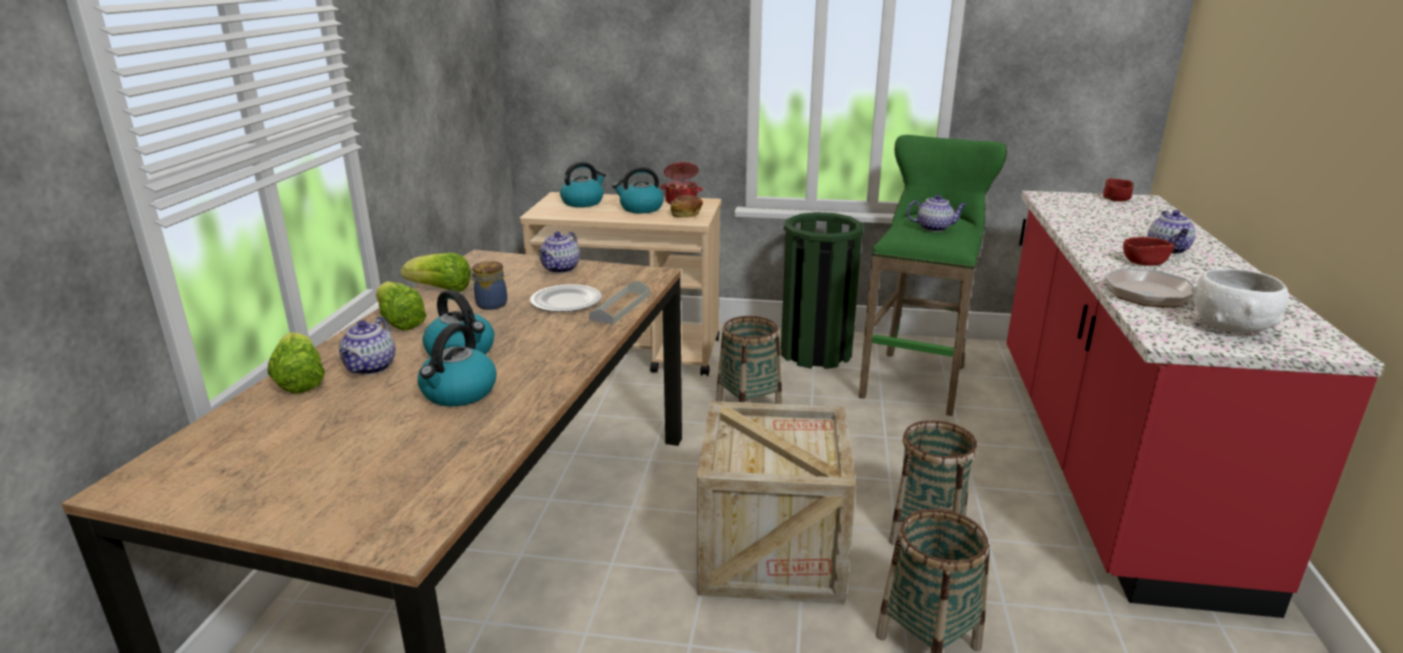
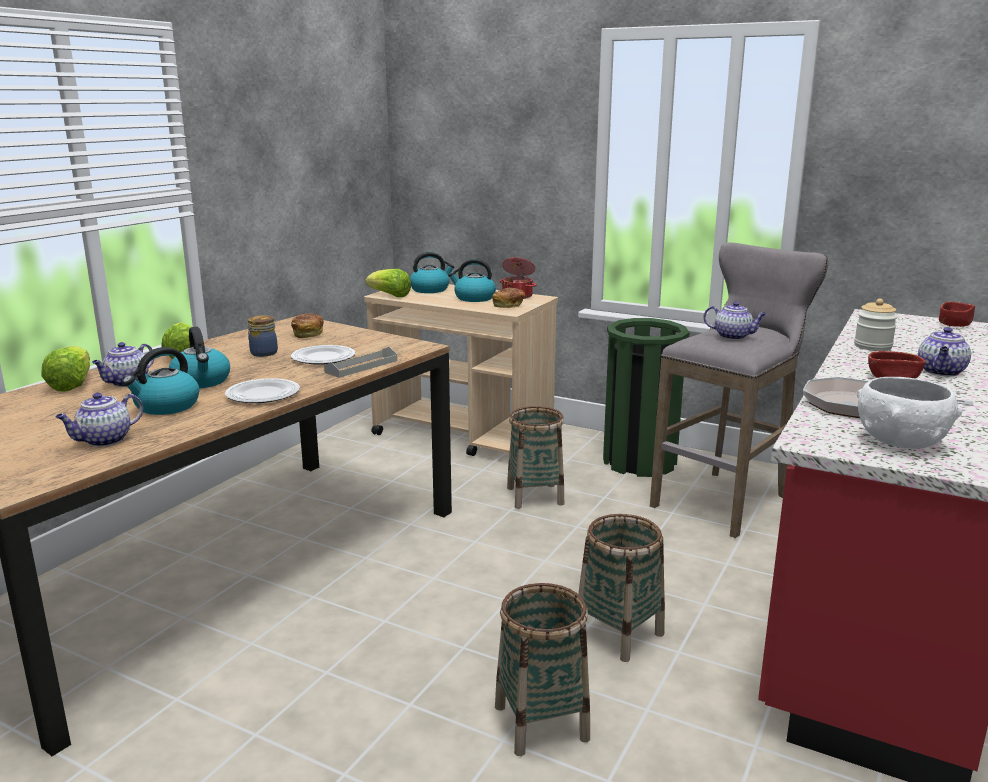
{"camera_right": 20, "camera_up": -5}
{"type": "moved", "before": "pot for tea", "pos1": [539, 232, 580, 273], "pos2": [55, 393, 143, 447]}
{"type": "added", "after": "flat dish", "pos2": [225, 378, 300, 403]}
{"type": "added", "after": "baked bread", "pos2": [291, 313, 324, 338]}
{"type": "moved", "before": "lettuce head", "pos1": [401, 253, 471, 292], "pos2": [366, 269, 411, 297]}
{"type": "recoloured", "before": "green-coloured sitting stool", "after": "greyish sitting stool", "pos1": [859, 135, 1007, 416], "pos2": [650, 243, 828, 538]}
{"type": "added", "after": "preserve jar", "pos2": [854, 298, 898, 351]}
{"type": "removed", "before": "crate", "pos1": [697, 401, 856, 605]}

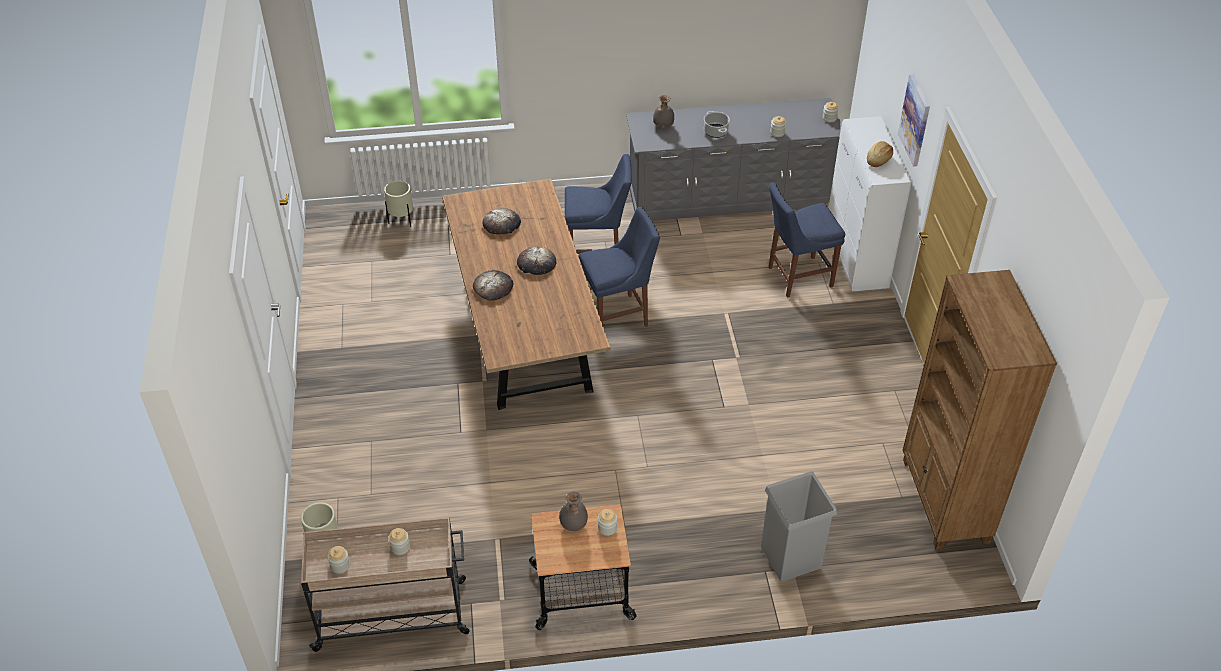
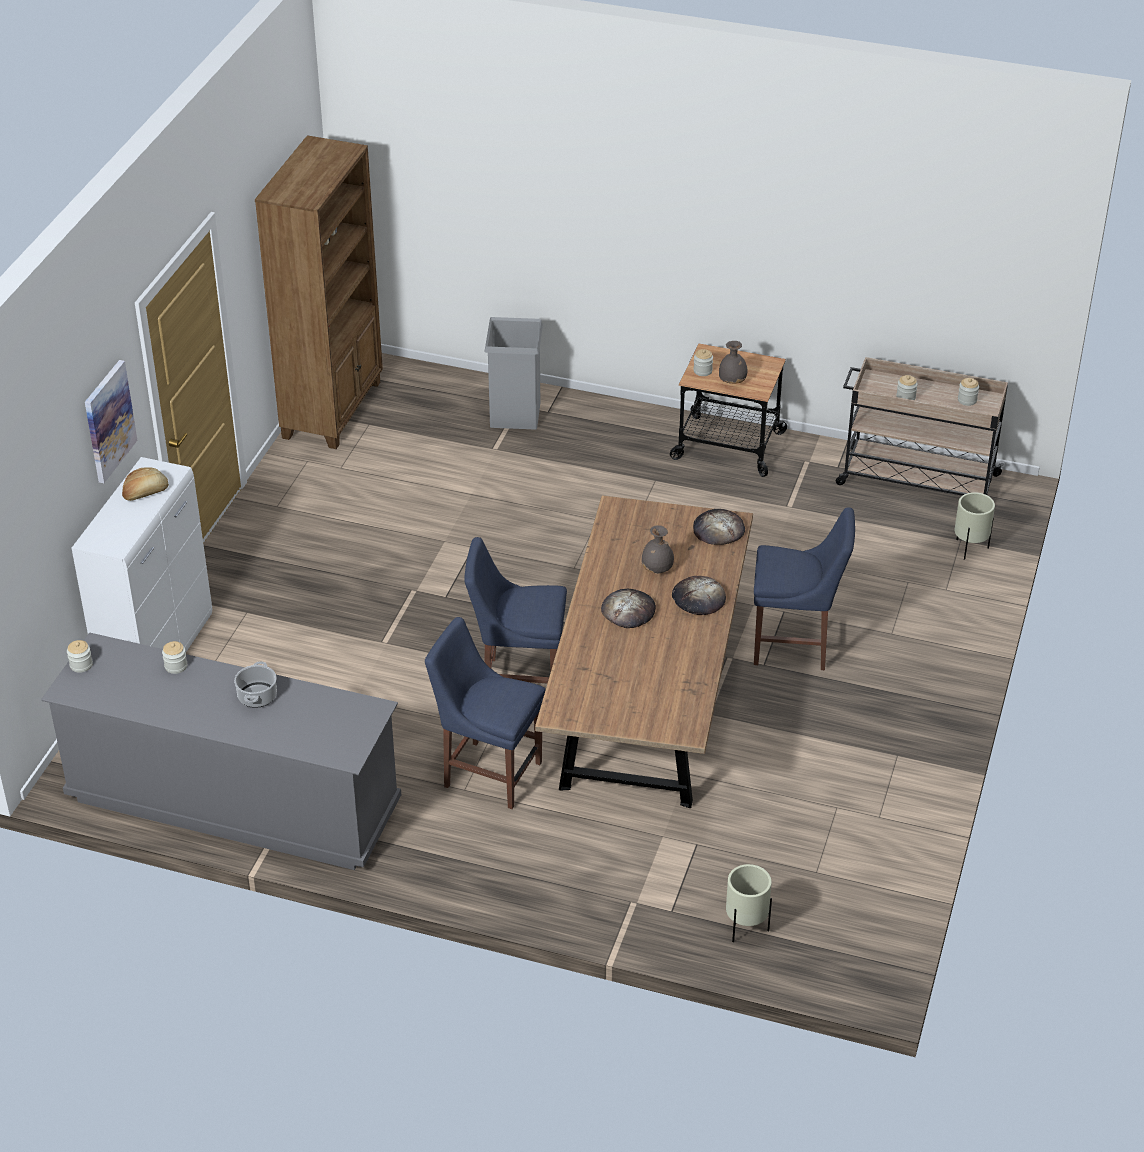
{"camera_right": -155, "camera_up": -5}
{"type": "moved", "before": "greyish decorative vase", "pos1": [653, 95, 674, 127], "pos2": [641, 525, 674, 574]}
{"type": "moved", "before": "baked bread", "pos1": [482, 208, 521, 234], "pos2": [693, 509, 745, 545]}
{"type": "moved", "before": "blue-coloured upright chair", "pos1": [769, 182, 845, 298], "pos2": [754, 507, 855, 670]}

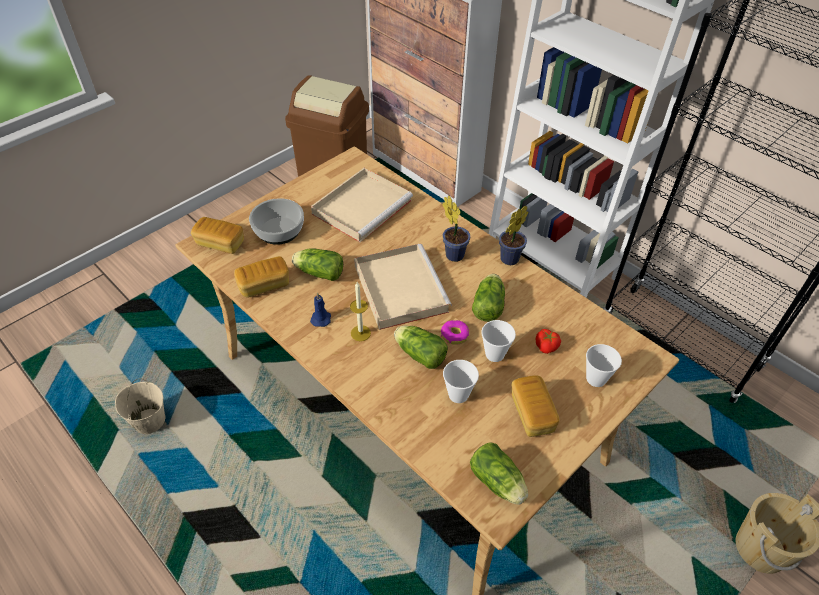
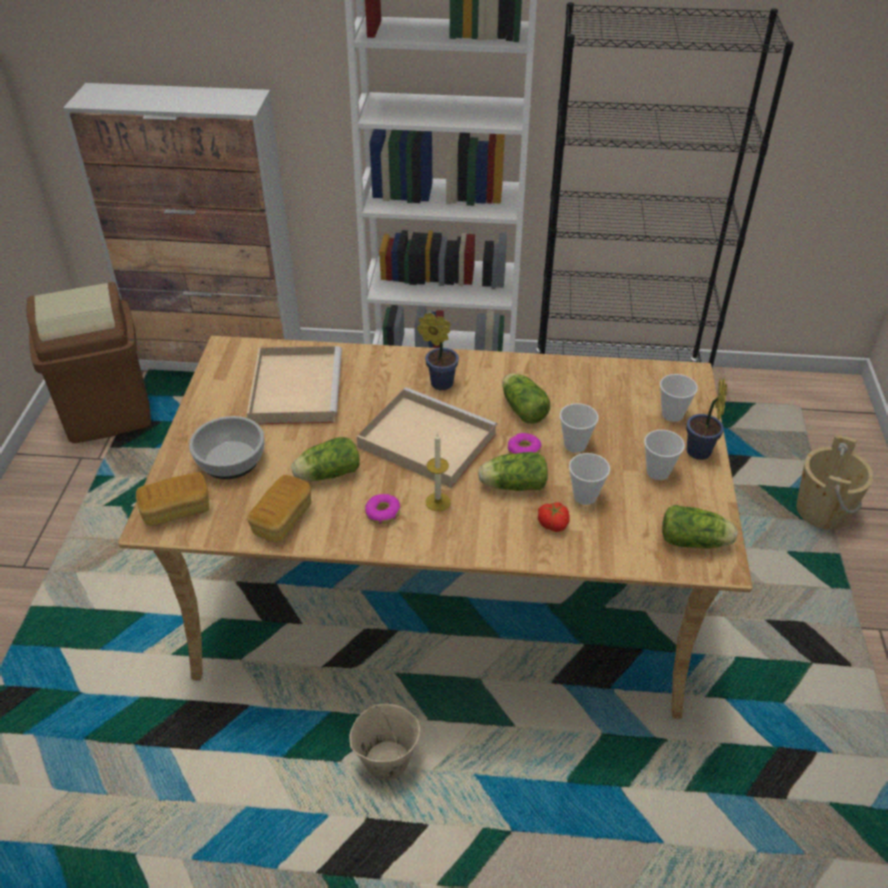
{"camera_right": -40, "camera_up": -5}
{"type": "moved", "before": "sand-coloured bucket", "pos1": [115, 378, 165, 434], "pos2": [350, 703, 420, 780]}
{"type": "replaced", "before": "blue-coloured wax candle", "after": "donut", "pos1": [310, 293, 331, 327], "pos2": [365, 494, 400, 524]}
{"type": "moved", "before": "tomato", "pos1": [536, 329, 561, 354], "pos2": [538, 502, 570, 532]}
{"type": "replaced", "before": "baked bread", "after": "small cup", "pos1": [512, 375, 560, 437], "pos2": [644, 430, 685, 480]}
{"type": "moved", "before": "plant in a pot", "pos1": [499, 206, 528, 265], "pos2": [686, 378, 727, 460]}

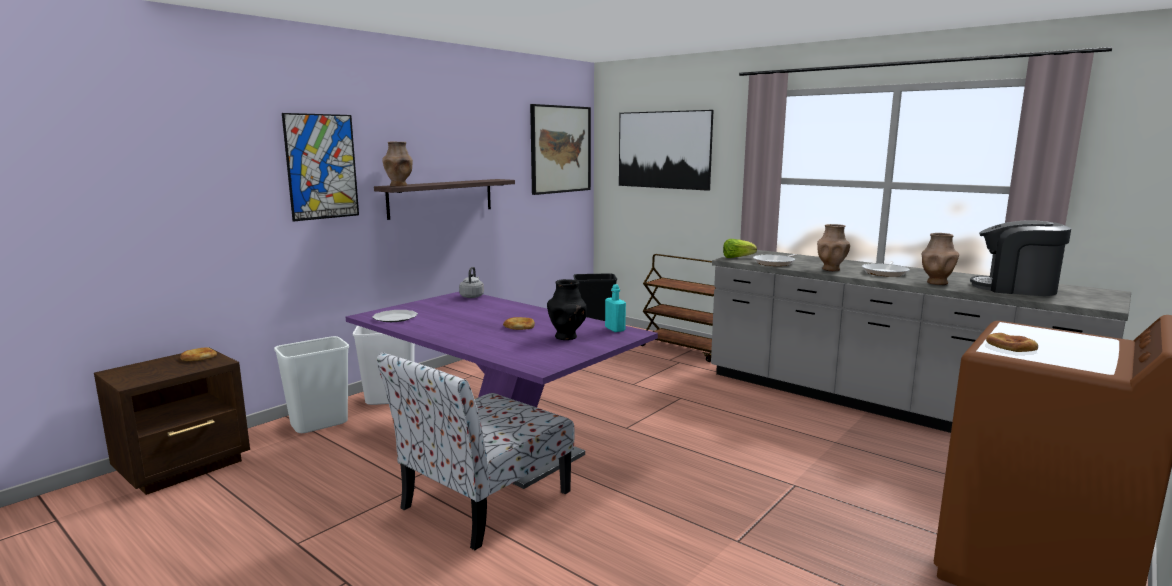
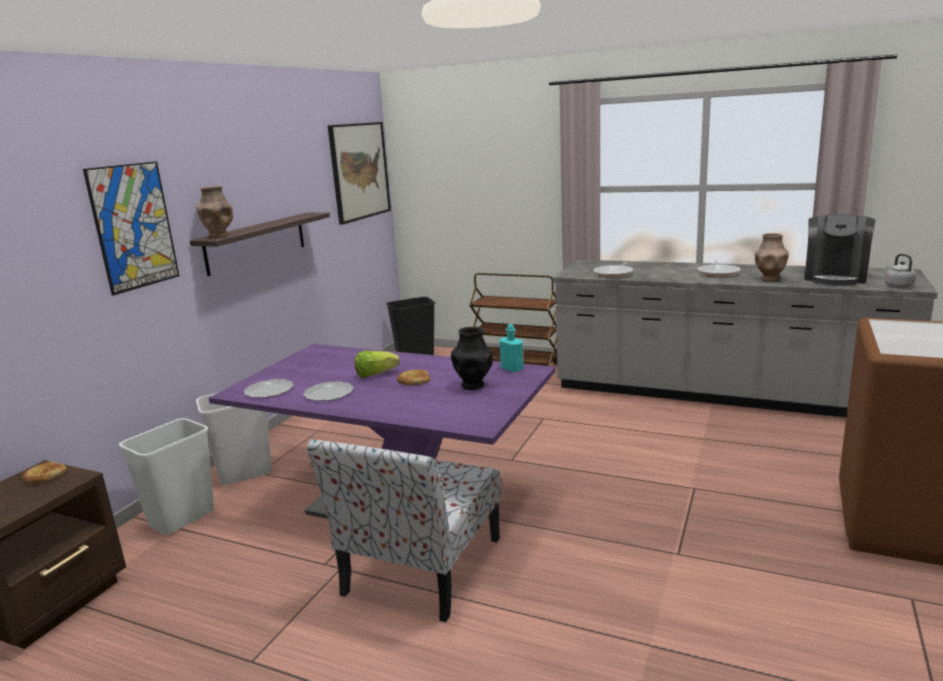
{"camera_right": -15, "camera_up": 5}
{"type": "added", "after": "flat dish", "pos2": [303, 381, 354, 401]}
{"type": "moved", "before": "lettuce head", "pos1": [723, 239, 757, 258], "pos2": [355, 351, 400, 378]}
{"type": "turned", "before": "coffee machine", "pos1": [970, 220, 1071, 296], "pos2": [805, 214, 876, 286], "turn": -75}
{"type": "moved", "before": "greyish water kettle", "pos1": [459, 267, 484, 298], "pos2": [885, 254, 916, 288]}
{"type": "removed", "before": "wall picture", "pos1": [619, 110, 713, 191]}
{"type": "removed", "before": "brown-coloured decorative vase", "pos1": [817, 224, 850, 271]}
{"type": "removed", "before": "baked bread", "pos1": [986, 333, 1038, 352]}

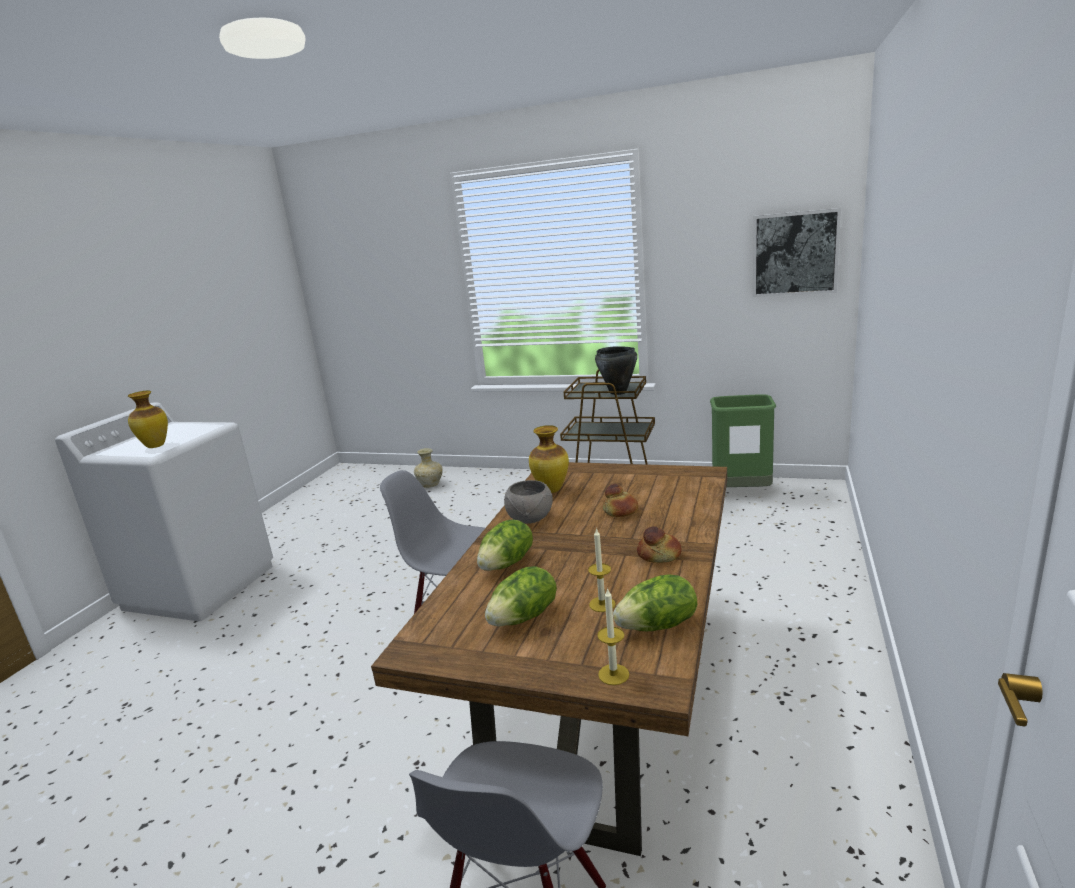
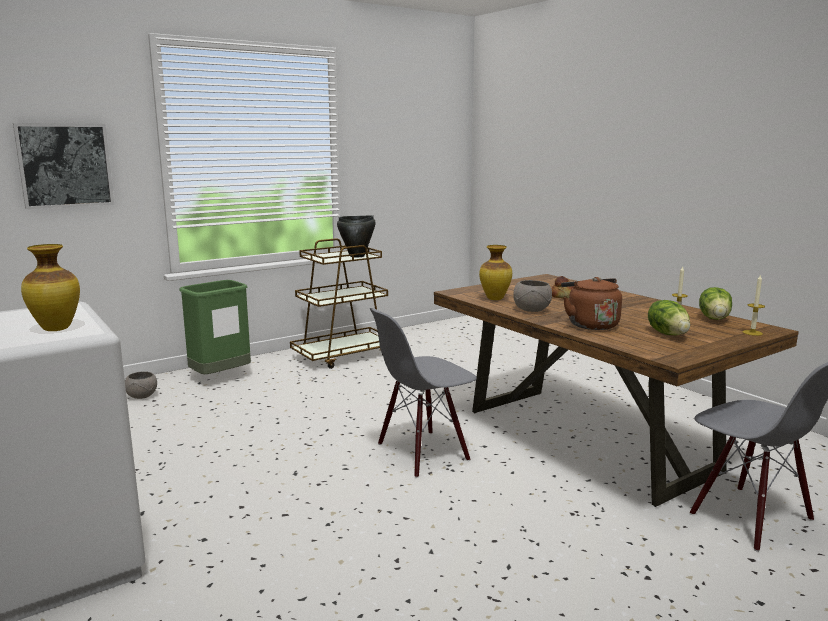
{"camera_right": -55, "camera_up": -5}
{"type": "moved", "before": "wall picture", "pos1": [753, 208, 841, 297], "pos2": [13, 123, 115, 209]}
{"type": "replaced", "before": "sand-coloured decorative vase", "after": "greyish serving bowl", "pos1": [414, 448, 443, 488], "pos2": [125, 371, 157, 399]}
{"type": "moved", "before": "green-coloured waste bin", "pos1": [710, 394, 776, 487], "pos2": [179, 280, 251, 374]}
{"type": "replaced", "before": "lettuce head", "after": "brown-coloured water kettle", "pos1": [477, 519, 533, 571], "pos2": [561, 277, 622, 330]}
{"type": "removed", "before": "baked bread", "pos1": [637, 526, 682, 563]}

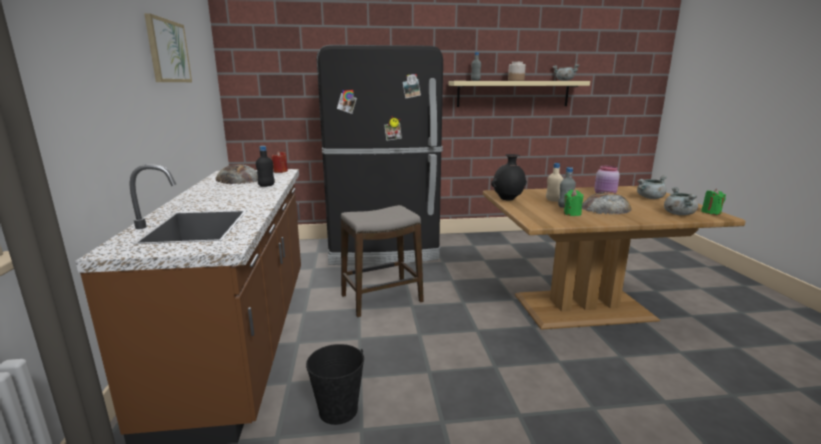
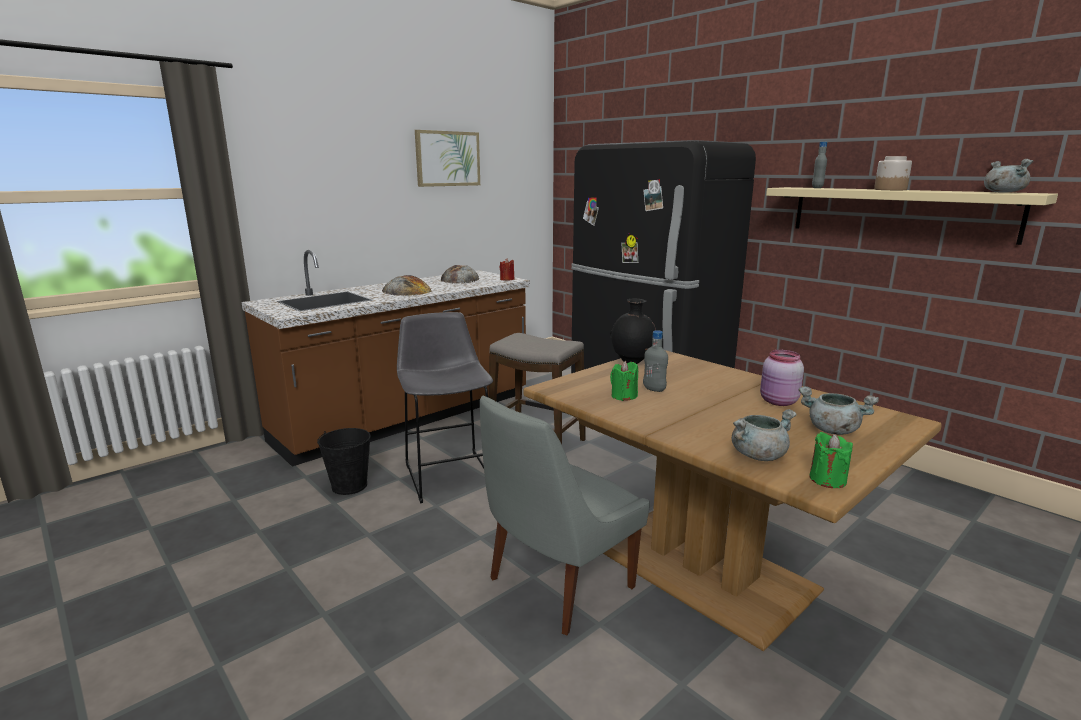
{"camera_right": 55, "camera_up": 0}
{"type": "moved", "before": "baked bread", "pos1": [582, 191, 632, 214], "pos2": [382, 275, 431, 296]}
{"type": "added", "after": "greyish sitting stool", "pos2": [397, 312, 493, 503]}
{"type": "added", "after": "greyish upright chair", "pos2": [480, 395, 650, 635]}
{"type": "removed", "before": "black drink bottle", "pos1": [256, 146, 275, 187]}
{"type": "removed", "before": "sand-coloured drink bottle", "pos1": [546, 163, 563, 202]}

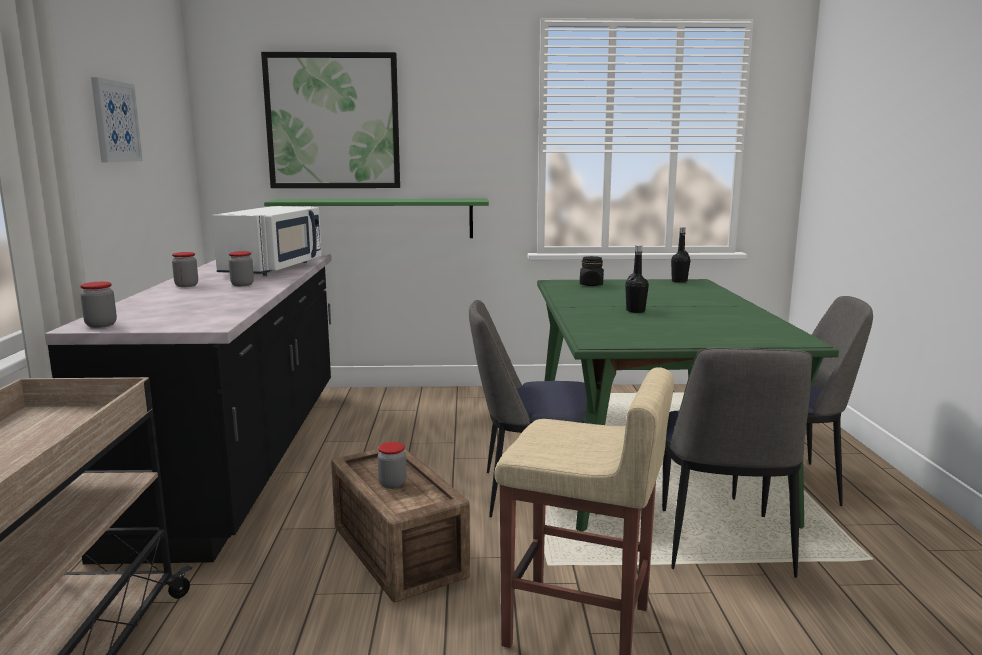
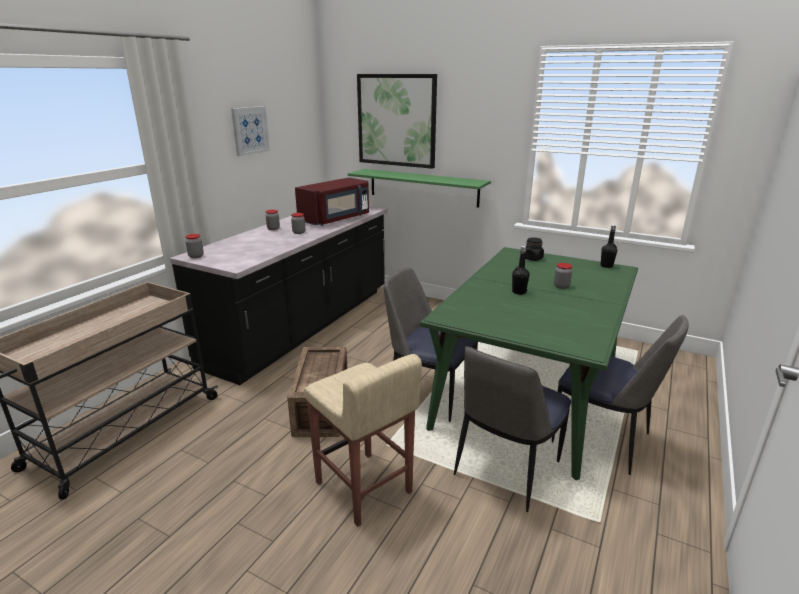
{"camera_right": 30, "camera_up": 10}
{"type": "recoloured", "before": "white-coloured microwave oven", "after": "red-coloured microwave oven", "pos1": [212, 206, 322, 276], "pos2": [295, 177, 369, 226]}
{"type": "moved", "before": "preserve jar", "pos1": [378, 442, 407, 489], "pos2": [554, 263, 572, 289]}

